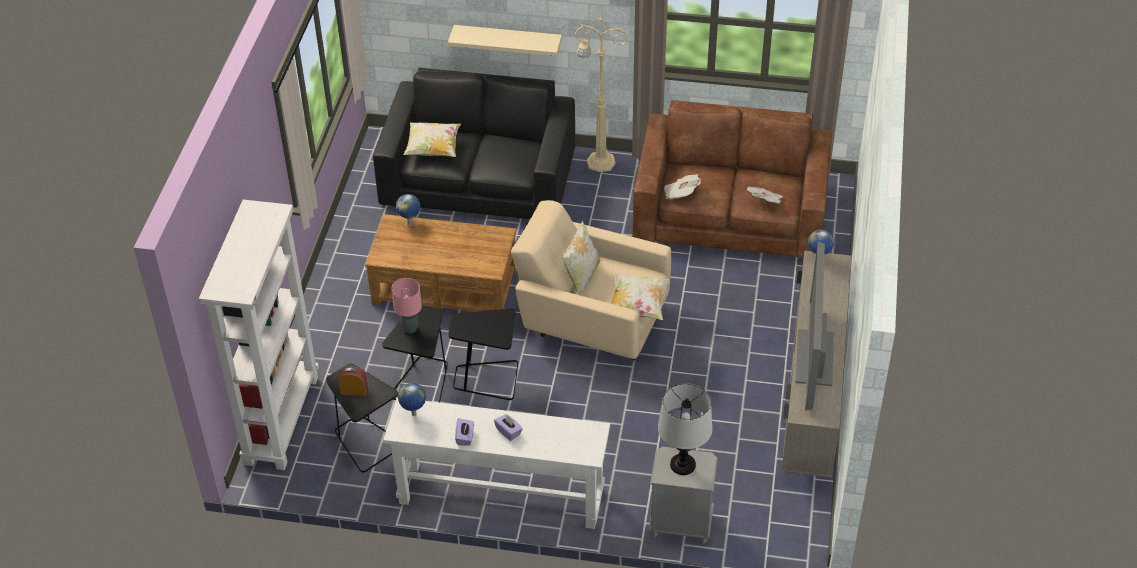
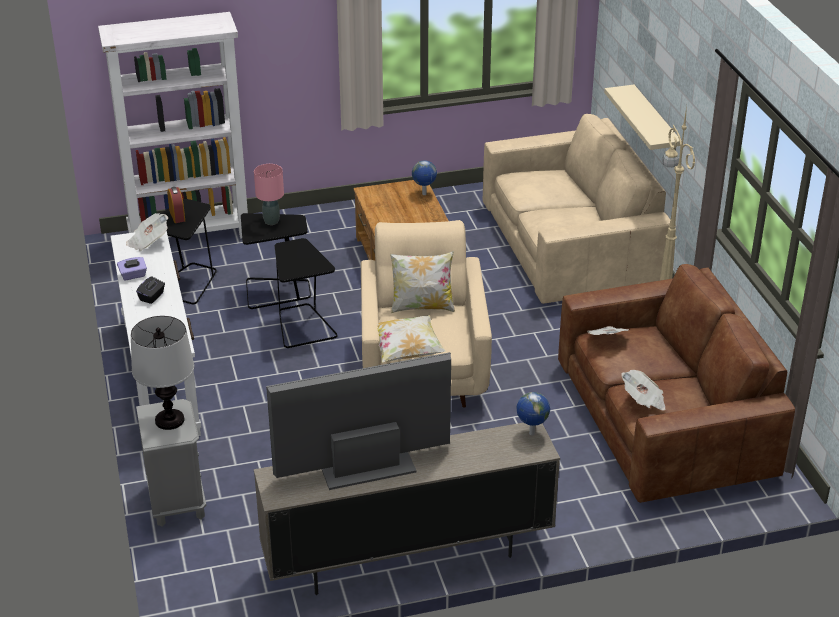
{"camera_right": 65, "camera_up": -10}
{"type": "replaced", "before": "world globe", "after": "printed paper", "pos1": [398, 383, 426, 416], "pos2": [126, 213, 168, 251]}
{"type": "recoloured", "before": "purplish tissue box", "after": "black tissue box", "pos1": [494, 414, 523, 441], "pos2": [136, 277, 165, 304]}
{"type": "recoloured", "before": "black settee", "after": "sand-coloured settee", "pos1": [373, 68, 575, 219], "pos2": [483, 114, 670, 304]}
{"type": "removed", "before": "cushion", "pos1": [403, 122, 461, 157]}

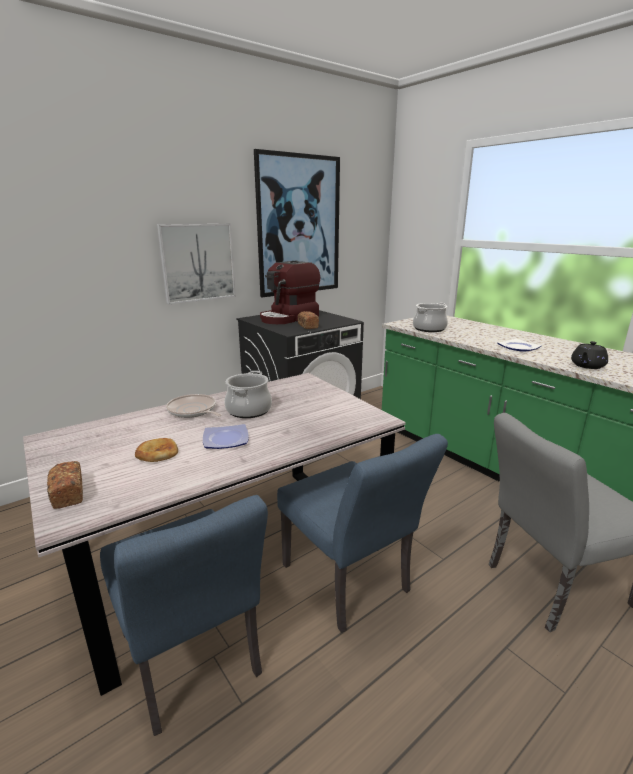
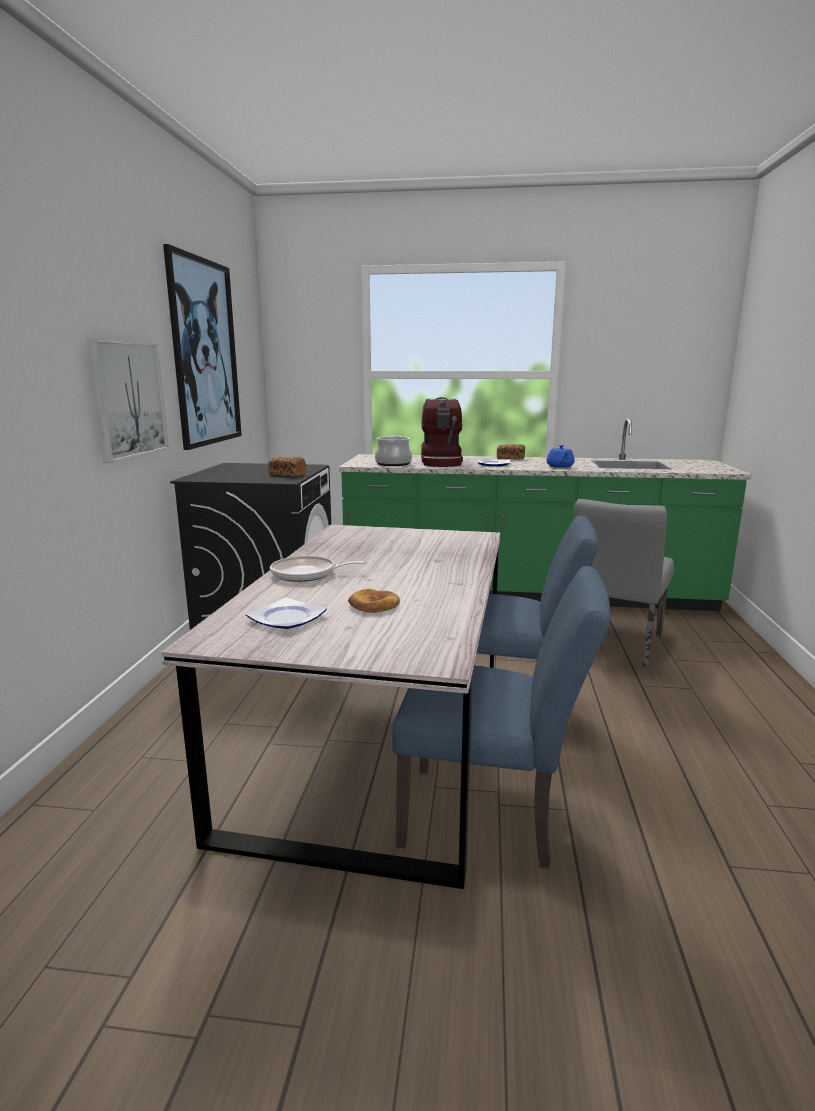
{"camera_right": -45, "camera_up": -5}
{"type": "moved", "before": "flat dish", "pos1": [203, 424, 249, 449], "pos2": [246, 597, 327, 629]}
{"type": "moved", "before": "coffee machine", "pos1": [260, 261, 320, 324], "pos2": [421, 397, 463, 467]}
{"type": "moved", "before": "baked bread", "pos1": [47, 461, 83, 509], "pos2": [497, 444, 525, 459]}
{"type": "recoloured", "before": "black pot for tea", "after": "blue-coloured pot for tea", "pos1": [571, 341, 608, 369], "pos2": [546, 445, 575, 468]}
{"type": "removed", "before": "cooking pot", "pos1": [224, 371, 272, 418]}

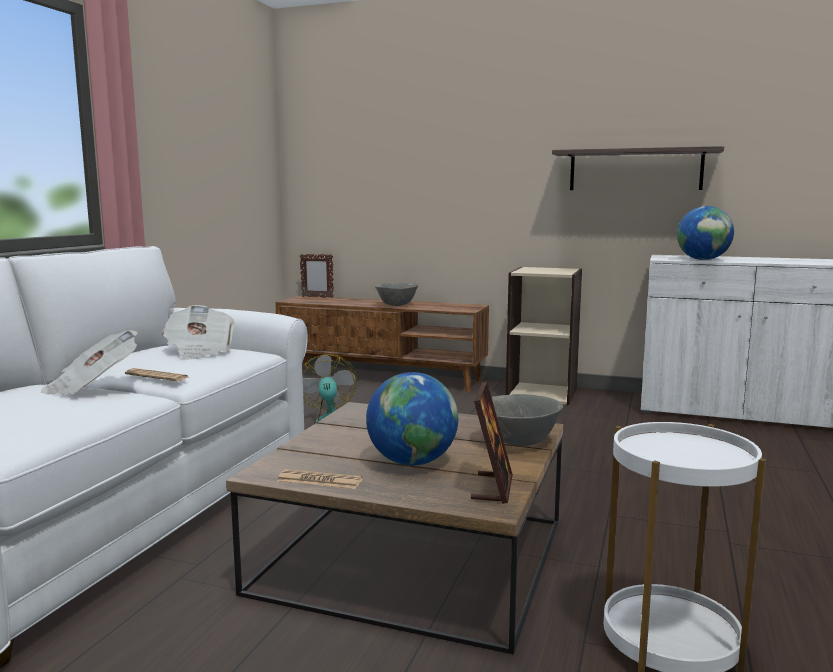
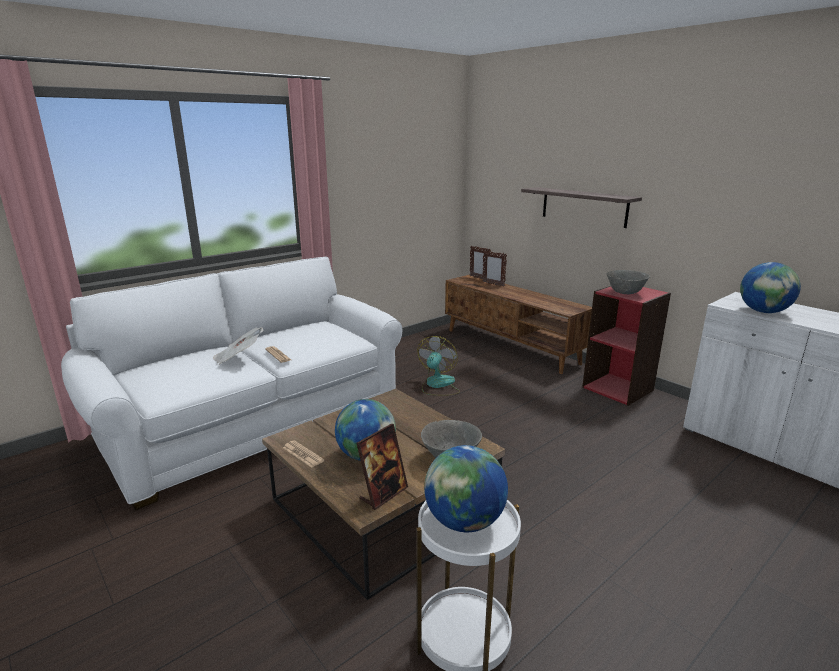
{"camera_right": 30, "camera_up": 10}
{"type": "added", "after": "world globe", "pos2": [424, 445, 508, 532]}
{"type": "added", "after": "standing frame", "pos2": [482, 251, 507, 287]}
{"type": "moved", "before": "bracket shelf", "pos1": [552, 146, 724, 190], "pos2": [521, 187, 642, 228]}
{"type": "recoloured", "before": "sand-coloured bookcase", "after": "red-coloured bookcase", "pos1": [506, 267, 582, 405], "pos2": [582, 286, 671, 406]}
{"type": "moved", "before": "greyish serving bowl", "pos1": [375, 282, 418, 306], "pos2": [606, 270, 650, 294]}
{"type": "removed", "before": "printed paper", "pos1": [162, 305, 235, 360]}

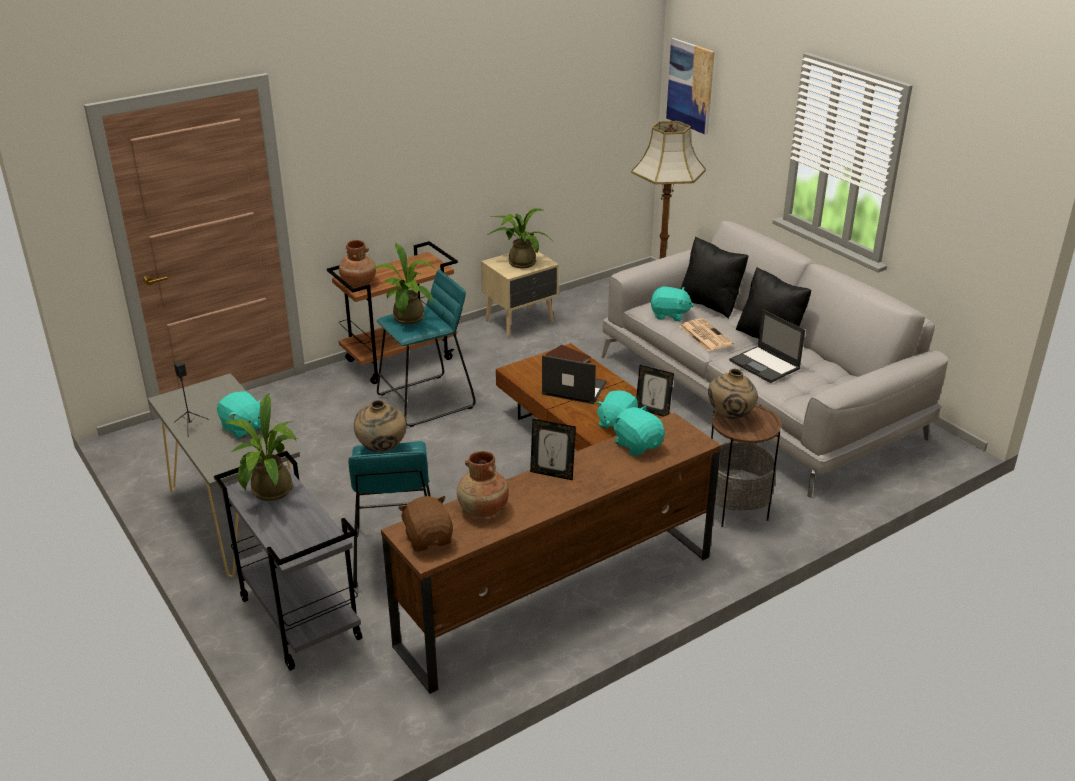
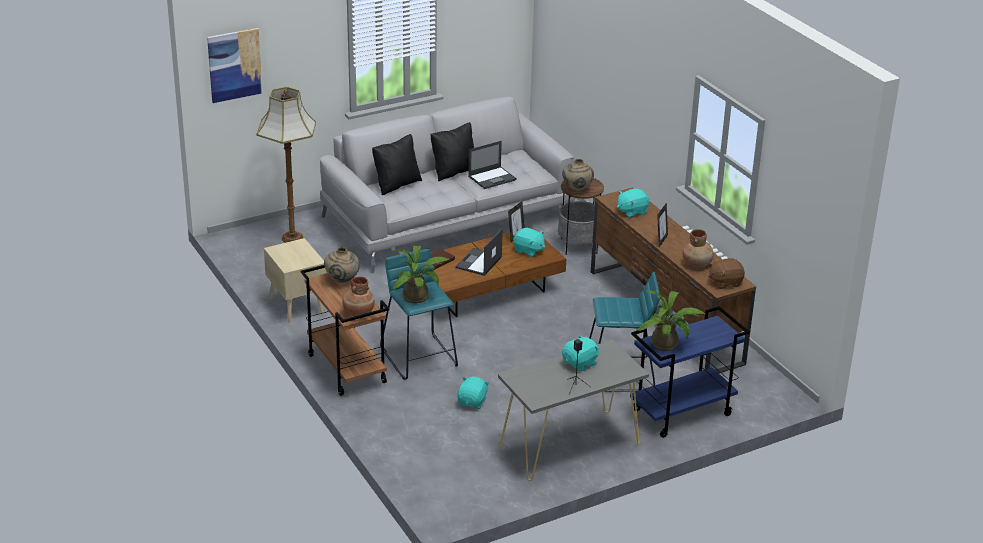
{"camera_right": -85, "camera_up": 0}
{"type": "moved", "before": "sand-coloured decorative vase", "pos1": [354, 400, 407, 452], "pos2": [324, 247, 359, 283]}
{"type": "moved", "before": "blue-green soft toy", "pos1": [650, 287, 694, 321], "pos2": [457, 377, 490, 409]}
{"type": "recoloured", "before": "greyish wheeled cart", "after": "blue-coloured wheeled cart", "pos1": [214, 451, 362, 671], "pos2": [630, 306, 750, 438]}
{"type": "removed", "before": "plant in a pot", "pos1": [487, 208, 555, 268]}
{"type": "removed", "before": "printed paper", "pos1": [679, 318, 734, 351]}

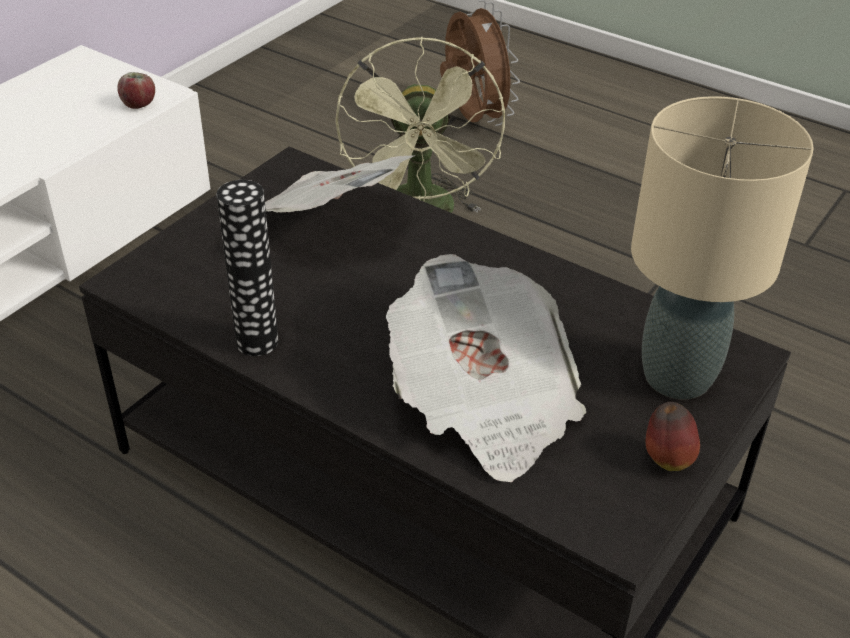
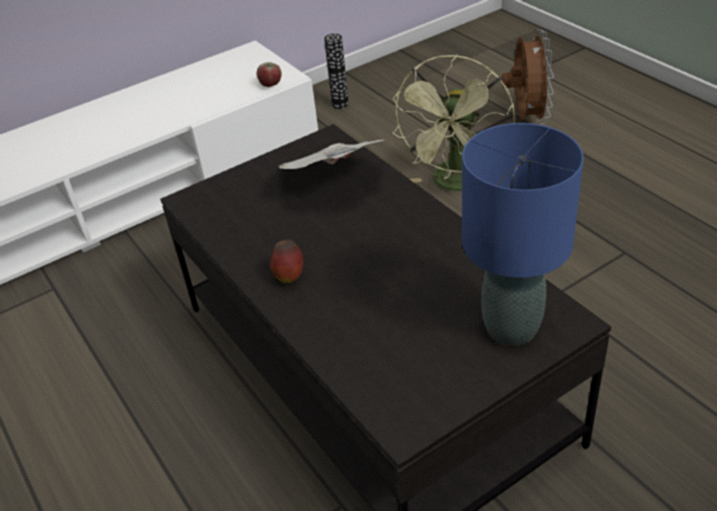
{"camera_right": 25, "camera_up": 0}
{"type": "moved", "before": "apple", "pos1": [646, 402, 700, 471], "pos2": [270, 240, 303, 283]}
{"type": "moved", "before": "decorative vase", "pos1": [216, 180, 278, 356], "pos2": [324, 34, 349, 109]}
{"type": "recoloured", "before": "sand-coloured tabletop lamp", "after": "blue-coloured tabletop lamp", "pos1": [631, 96, 814, 399], "pos2": [462, 123, 583, 346]}
{"type": "removed", "before": "printed paper", "pos1": [386, 254, 586, 482]}

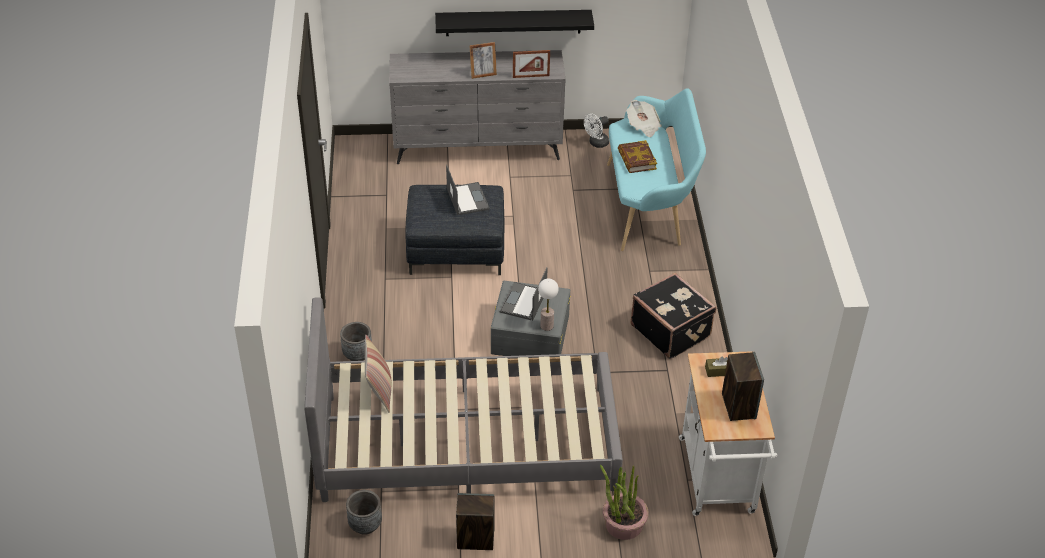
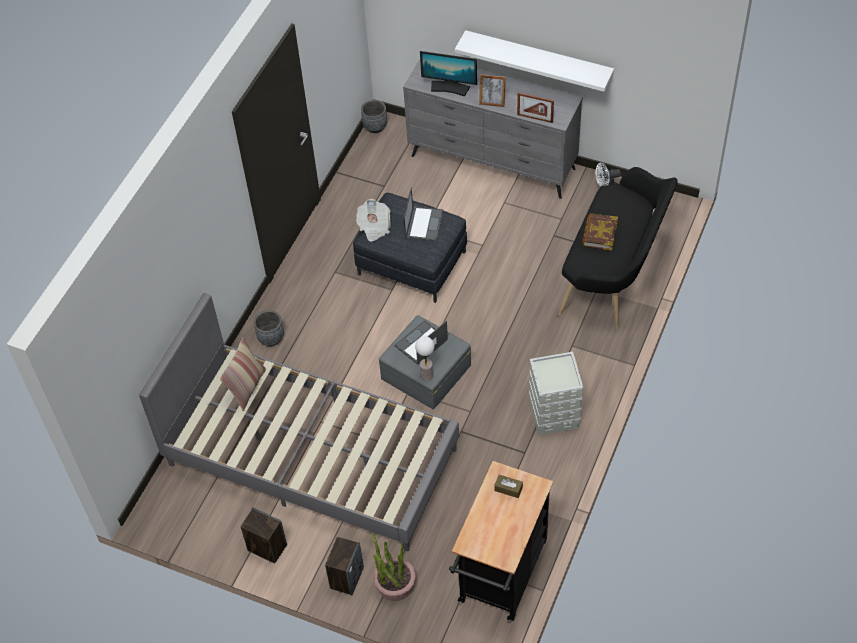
{"camera_right": 30, "camera_up": 10}
{"type": "moved", "before": "loudspeaker", "pos1": [722, 352, 764, 421], "pos2": [325, 537, 364, 595]}
{"type": "moved", "before": "printed paper", "pos1": [626, 100, 662, 137], "pos2": [356, 199, 390, 242]}
{"type": "moved", "before": "greyish planter", "pos1": [346, 490, 382, 535], "pos2": [361, 100, 387, 133]}
{"type": "added", "after": "computer display", "pos2": [420, 51, 477, 96]}
{"type": "recoloured", "before": "white-coloured wheeled cart", "after": "black wheeled cart", "pos1": [679, 351, 777, 516], "pos2": [449, 461, 553, 622]}
{"type": "recoloured", "before": "black bracket shelf", "after": "white-coloured bracket shelf", "pos1": [435, 10, 594, 36], "pos2": [455, 30, 614, 92]}
{"type": "replaced", "before": "black suitcase", "after": "greyish storage bin", "pos1": [630, 273, 716, 359], "pos2": [529, 352, 583, 435]}
{"type": "recoloured", "before": "blue-green long seat", "after": "black long seat", "pos1": [607, 88, 706, 251], "pos2": [558, 167, 678, 329]}

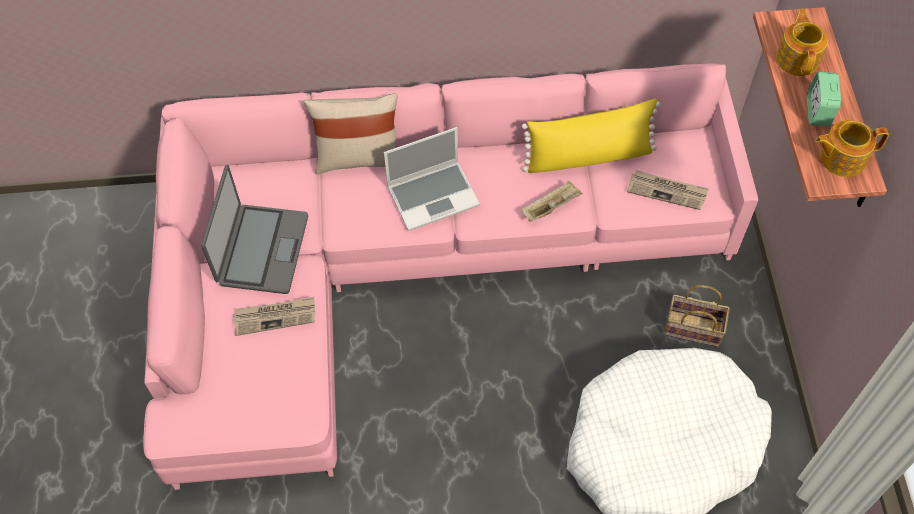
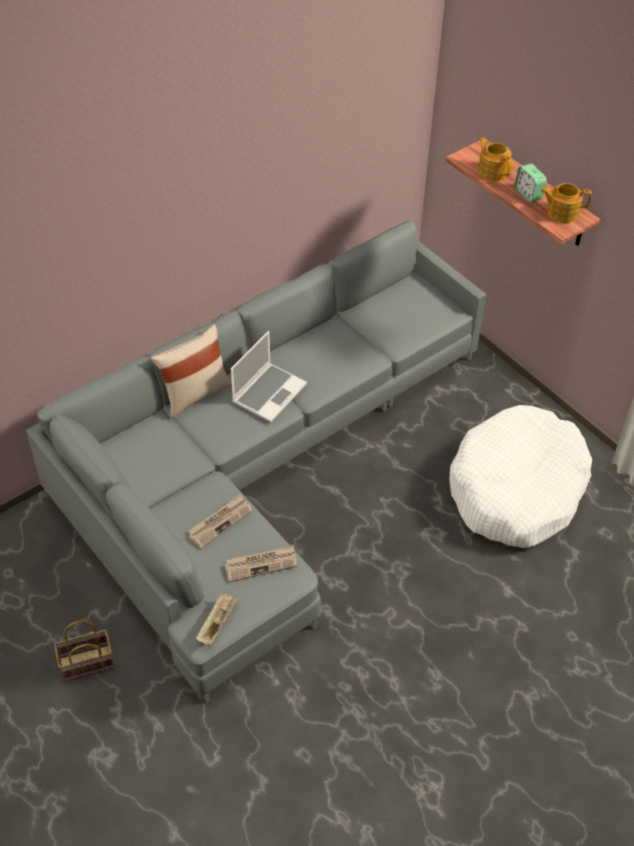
{"camera_right": -35, "camera_up": -10}
{"type": "recoloured", "before": "pink settee", "after": "greyish settee", "pos1": [143, 64, 758, 490], "pos2": [26, 220, 486, 703]}
{"type": "moved", "before": "basket", "pos1": [664, 285, 730, 347], "pos2": [54, 620, 115, 682]}
{"type": "moved", "before": "sand-coloured serving tray", "pos1": [522, 181, 583, 222], "pos2": [196, 593, 239, 646]}
{"type": "moved", "before": "printed paper", "pos1": [627, 170, 709, 210], "pos2": [224, 545, 296, 582]}
{"type": "turned", "before": "pot for tea", "pos1": [815, 120, 889, 177], "pos2": [541, 183, 592, 223], "turn": 45}
{"type": "removed", "before": "notebook computer", "pos1": [201, 165, 308, 294]}
{"type": "removed", "before": "yellow-coloured cushion", "pos1": [522, 99, 660, 173]}

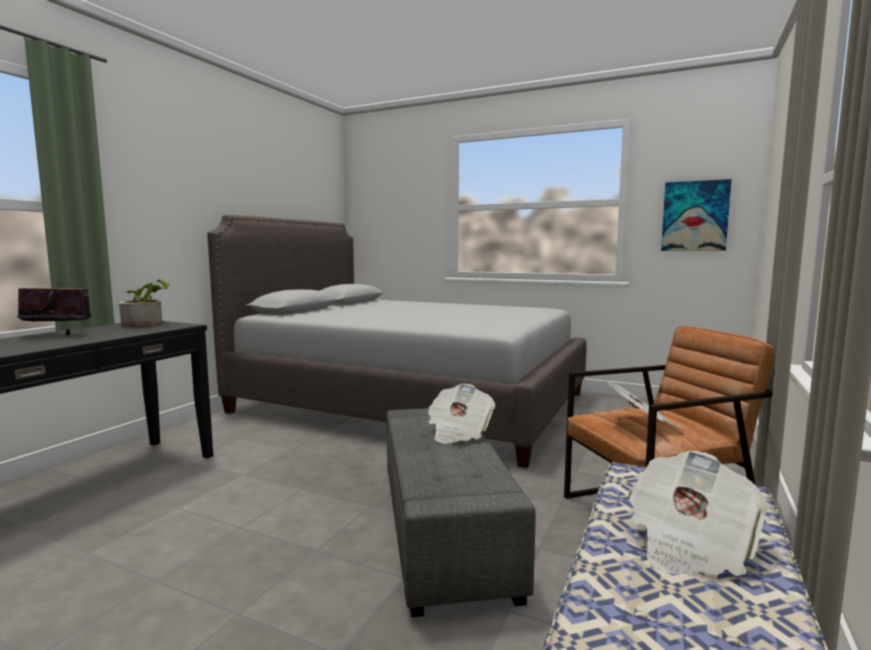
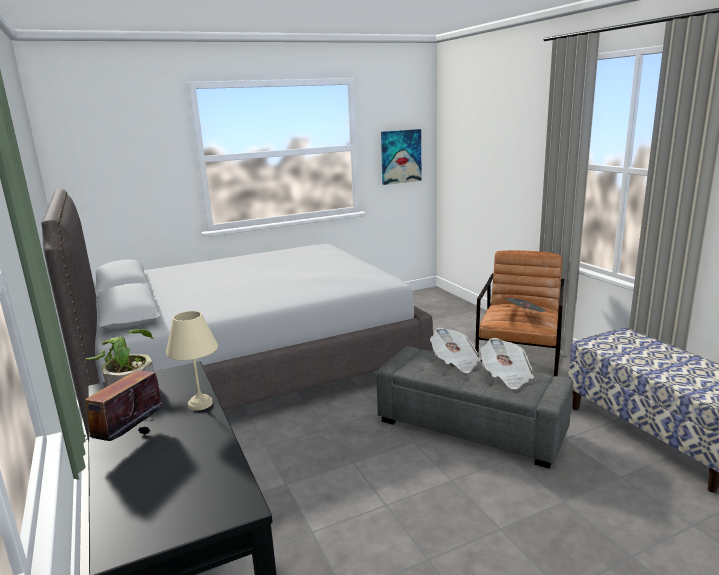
{"camera_right": -50, "camera_up": 10}
{"type": "added", "after": "sand-coloured tabletop lamp", "pos2": [166, 311, 218, 411]}
{"type": "moved", "before": "printed paper", "pos1": [628, 450, 769, 576], "pos2": [480, 338, 534, 390]}

